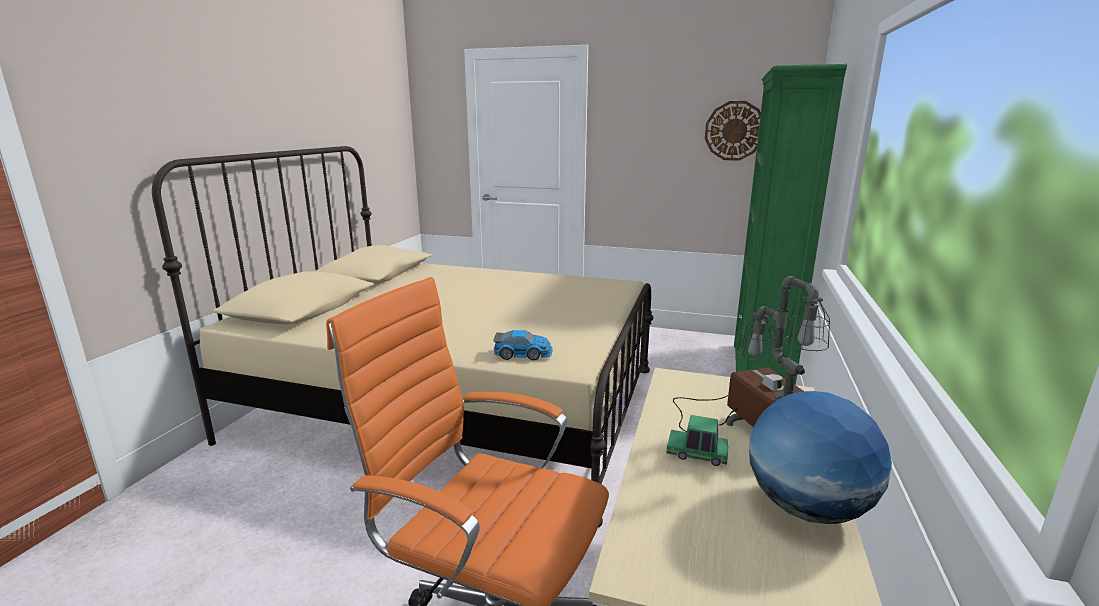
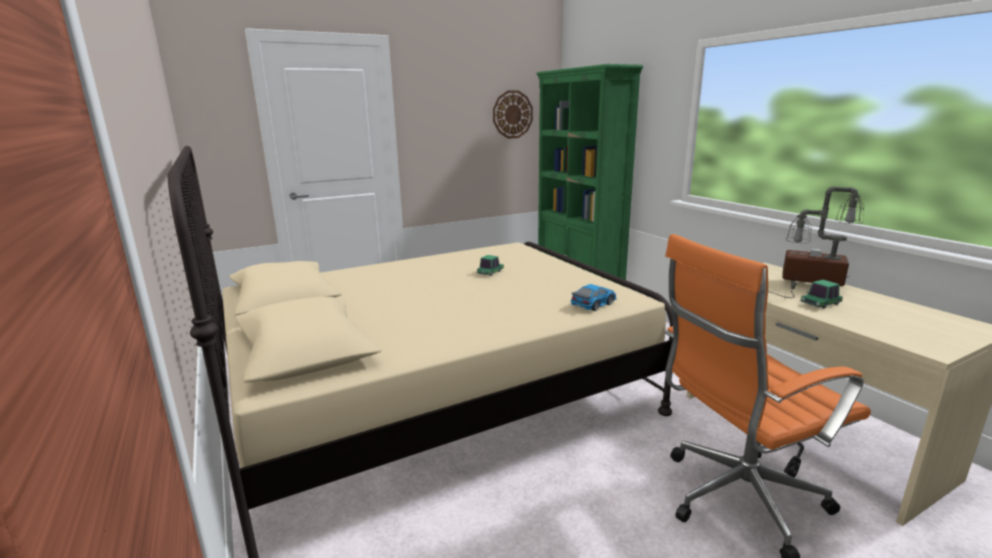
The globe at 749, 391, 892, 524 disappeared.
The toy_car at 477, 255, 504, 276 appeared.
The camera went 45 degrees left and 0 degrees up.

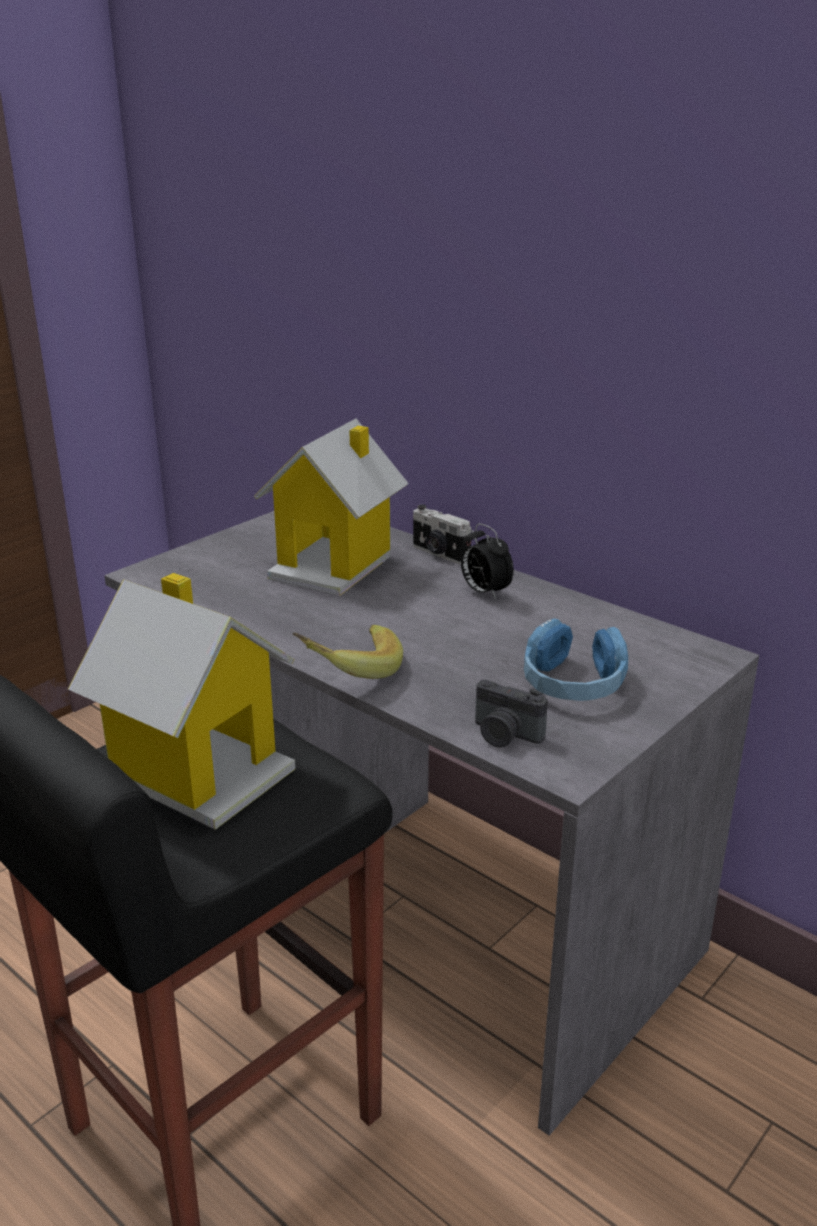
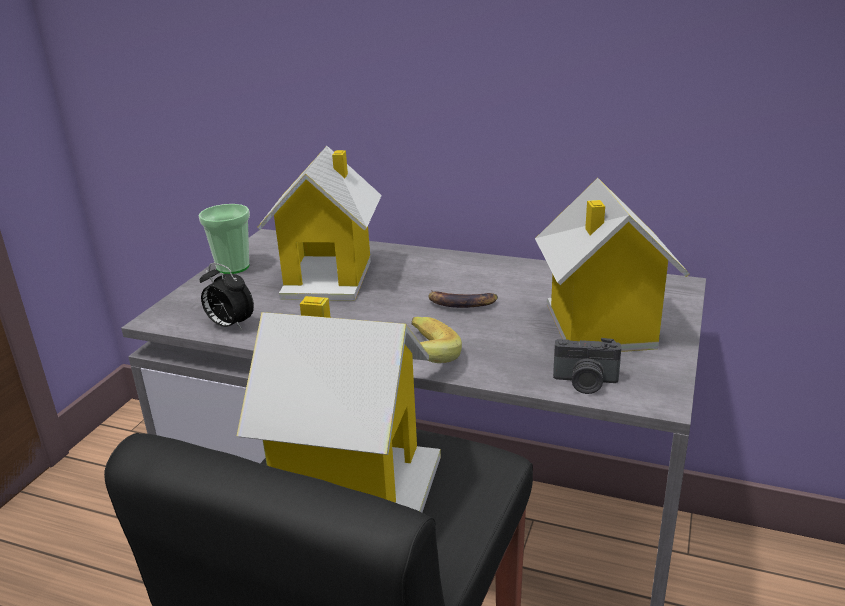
The photo_camera at 413, 504, 472, 565 disappeared.
The cup at 198, 204, 250, 274 appeared.
The banana at 428, 291, 498, 308 appeared.
The alarm_clock moved from 461, 523, 514, 600 to 200, 263, 254, 330.
The blue_headphones at 524, 618, 628, 701 was replaced by the toy_house at 535, 178, 689, 352.
The camera went 20 degrees left and 0 degrees up.

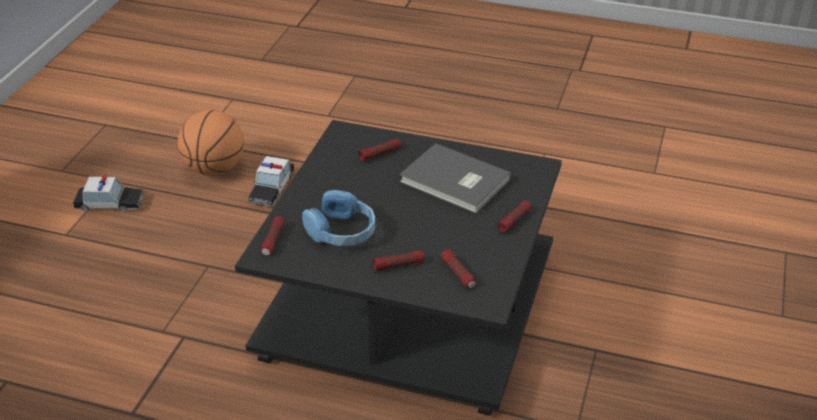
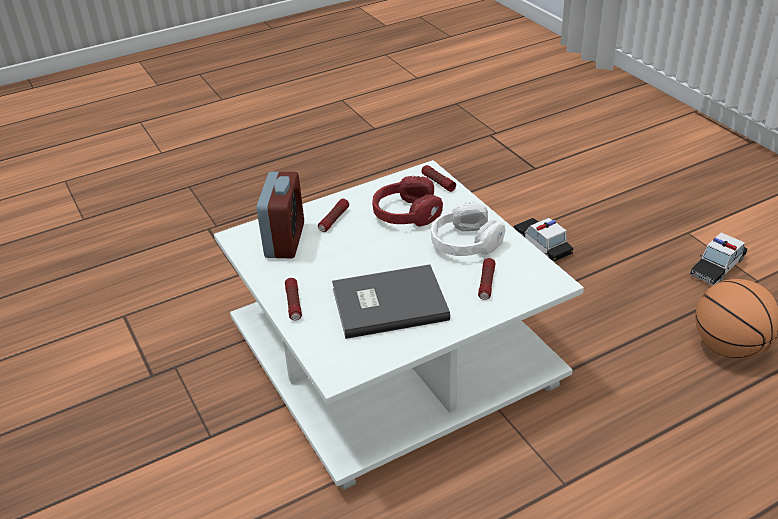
The white_headphones at 431, 202, 506, 256 appeared.
The toy_car moved from 248, 156, 294, 206 to 514, 218, 573, 262.
The flashlight at 441, 249, 476, 288 was replaced by the alarm_clock at 256, 172, 304, 258.
The black_coffee_table at 235, 120, 562, 415 became the white_coffee_table at 214, 160, 584, 490.
The blue_headphones at 302, 190, 375, 246 became the red_headphones at 372, 176, 443, 227.
The camera went 135 degrees right and 0 degrees up.

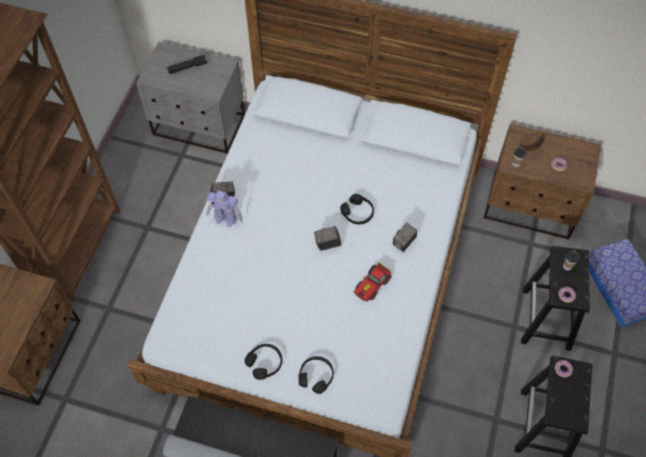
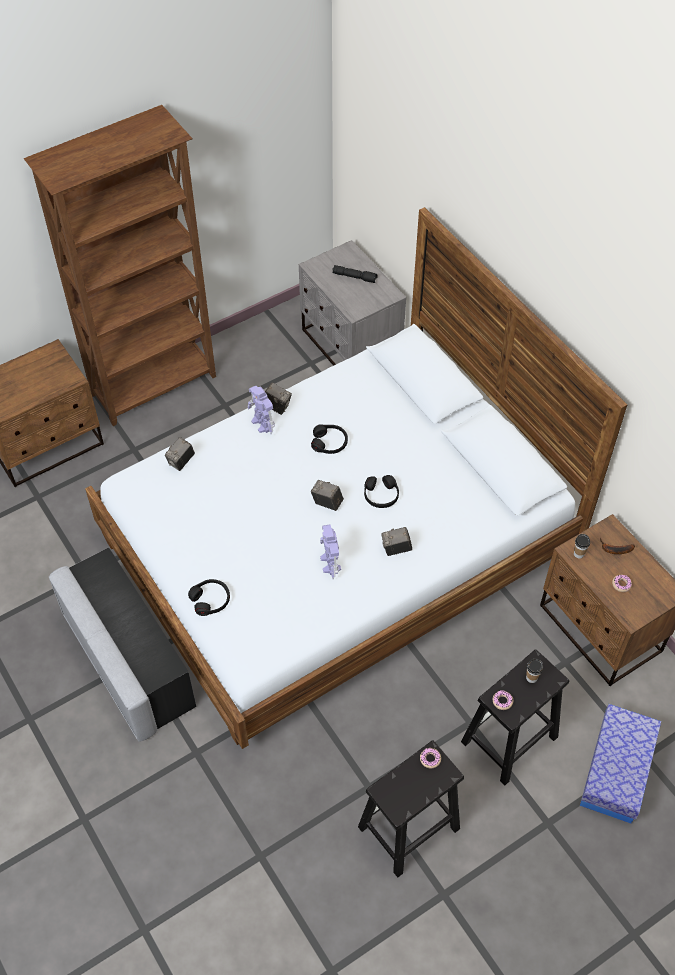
The photo_camera at 165, 437, 195, 471 appeared.
The black_headphones moved from 244, 344, 283, 380 to 311, 424, 348, 454.
The toy_car at 354, 263, 392, 302 was replaced by the toy_robot at 320, 524, 341, 579.
The camera went 40 degrees right and 5 degrees down.

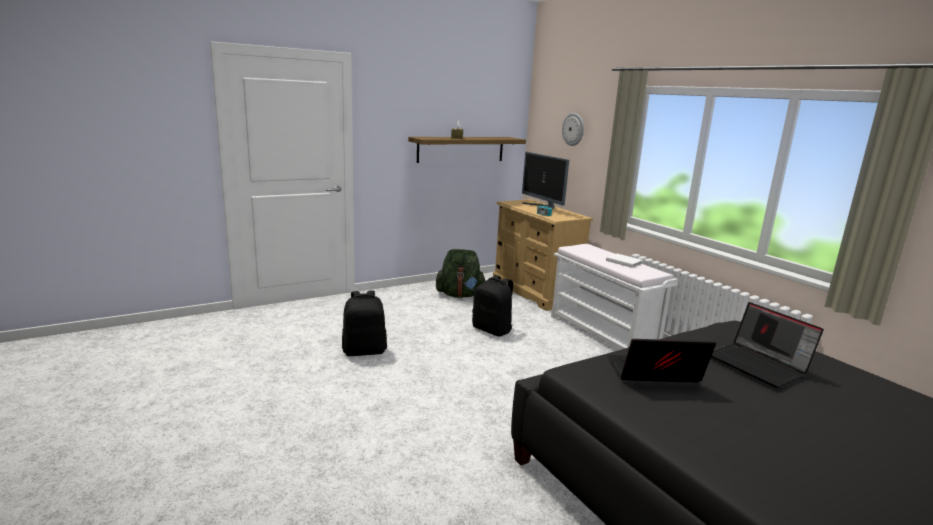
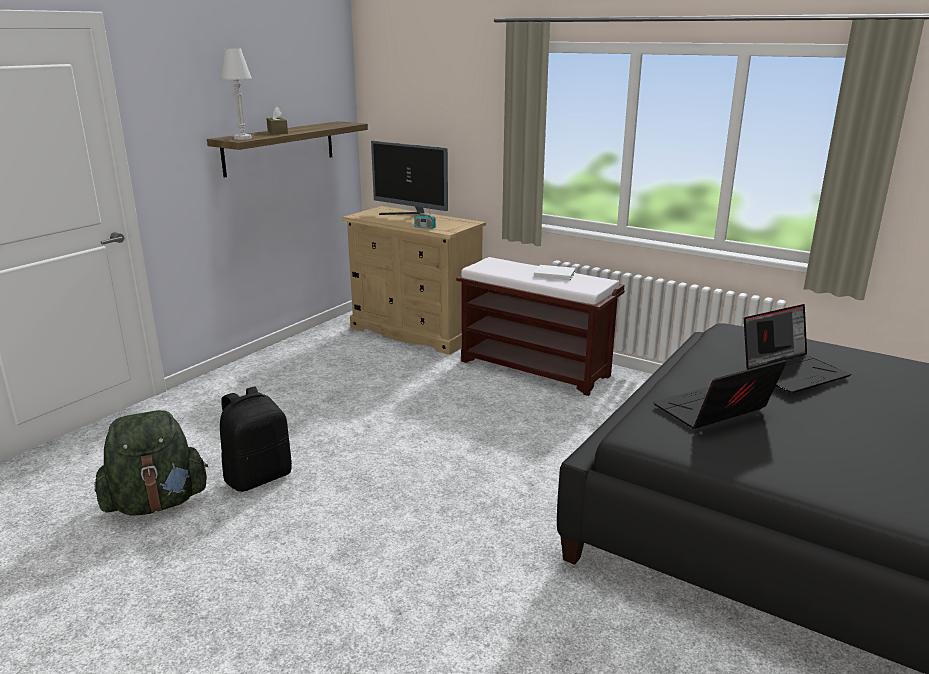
The black_backpack at 472, 275, 513, 337 disappeared.
The wall_clock at 562, 113, 584, 146 disappeared.
The white_table_lamp at 220, 48, 252, 140 appeared.
The green_backpack moved from 436, 249, 486, 298 to 94, 410, 208, 516.
The white_bench at 551, 244, 678, 350 became the brown_bench at 456, 257, 624, 396.
The laptop at 711, 302, 824, 388 turned 60 degrees counterclockwise.
The camera went 25 degrees left and 5 degrees up.

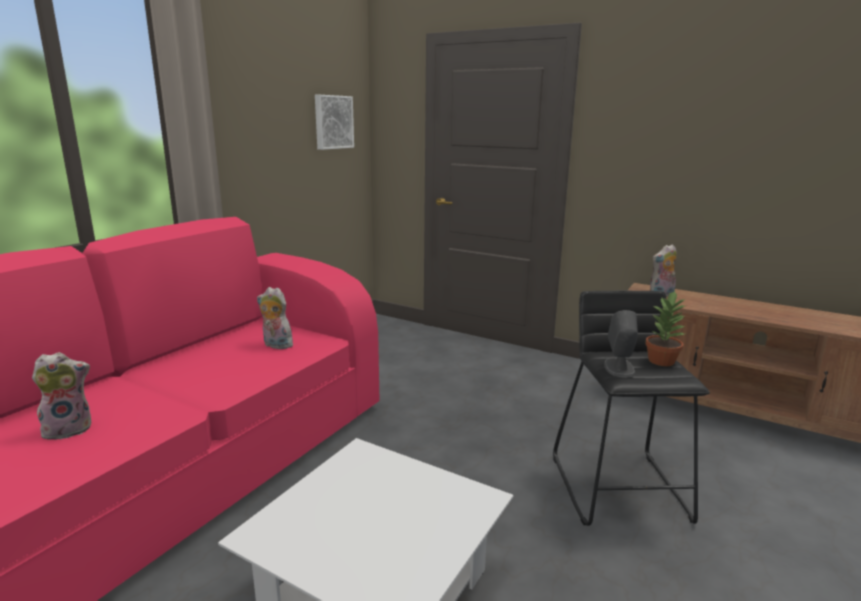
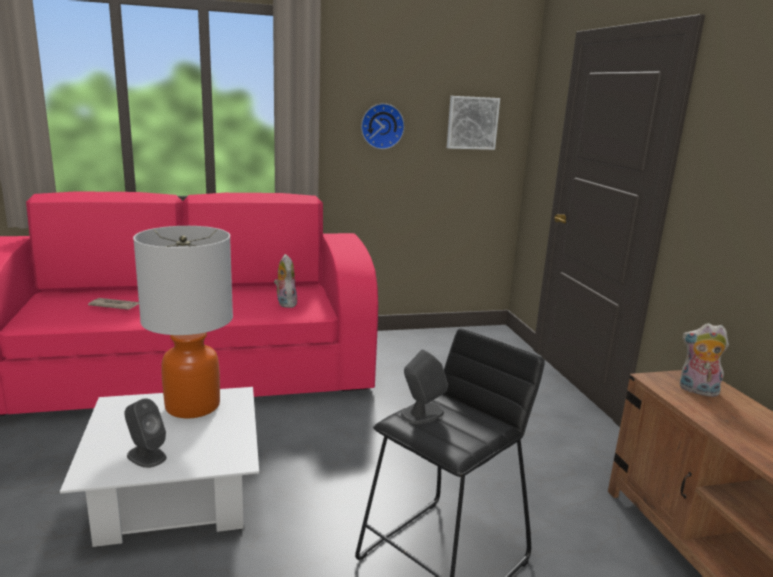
The potted_plant at 645, 291, 687, 366 disappeared.
The grey_speaker at 124, 398, 167, 468 appeared.
The table_lamp at 133, 226, 233, 418 appeared.
The wall_clock at 361, 103, 405, 149 appeared.
The plush_toy at 32, 352, 91, 440 was replaced by the newspaper at 88, 298, 139, 310.
The camera went 45 degrees right and 0 degrees up.

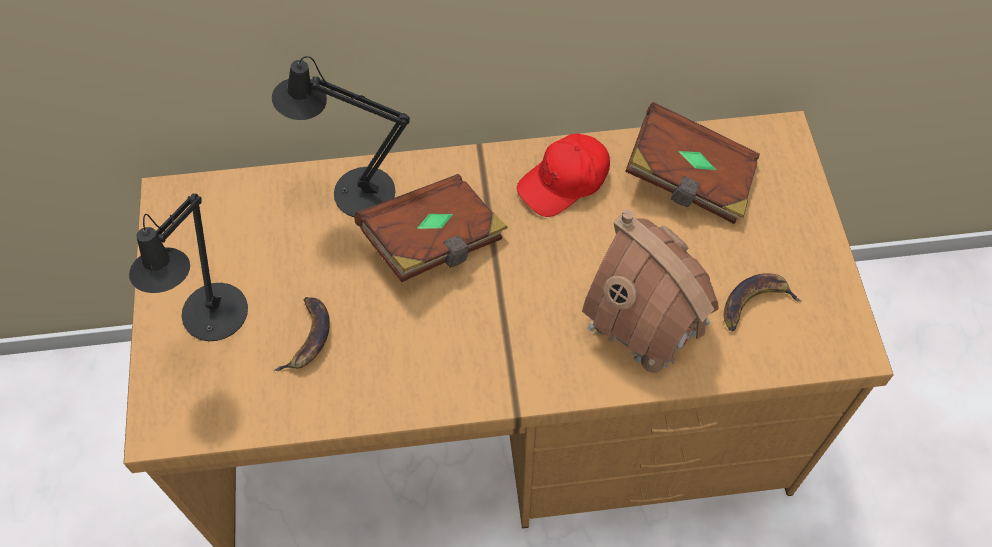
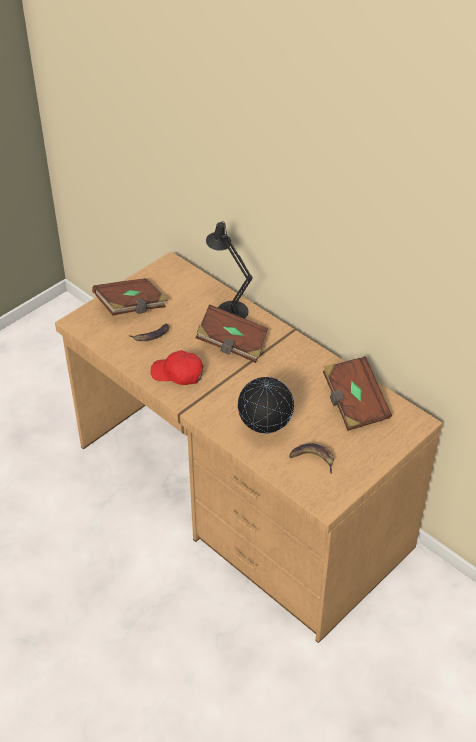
The red_cap moved from 517, 134, 610, 217 to 151, 350, 203, 385.
The black_table_lamp at 129, 194, 248, 341 was replaced by the brown_book at 92, 278, 168, 316.
The toy_house at 582, 209, 718, 378 was replaced by the globe at 237, 377, 294, 434.
The camera went 50 degrees right and 15 degrees down.

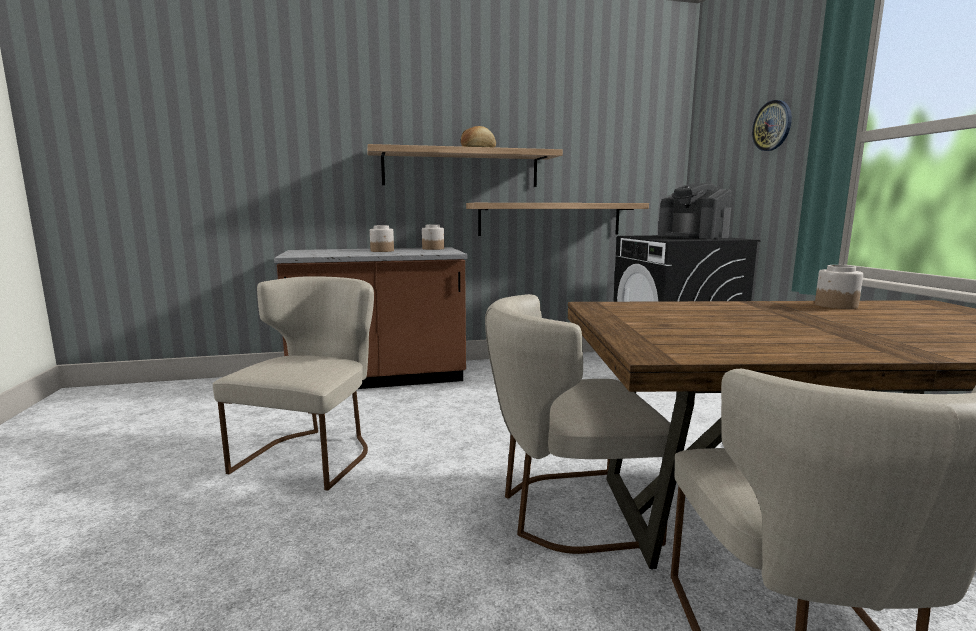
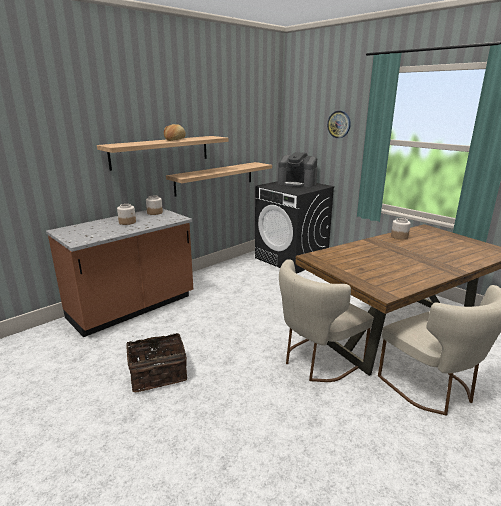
The beige_chair at 213, 276, 374, 491 was replaced by the basket at 127, 333, 187, 392.
The camera went 30 degrees left and 10 degrees up.

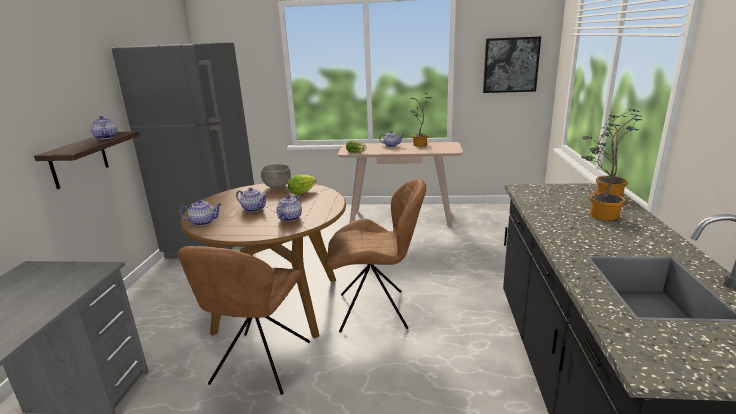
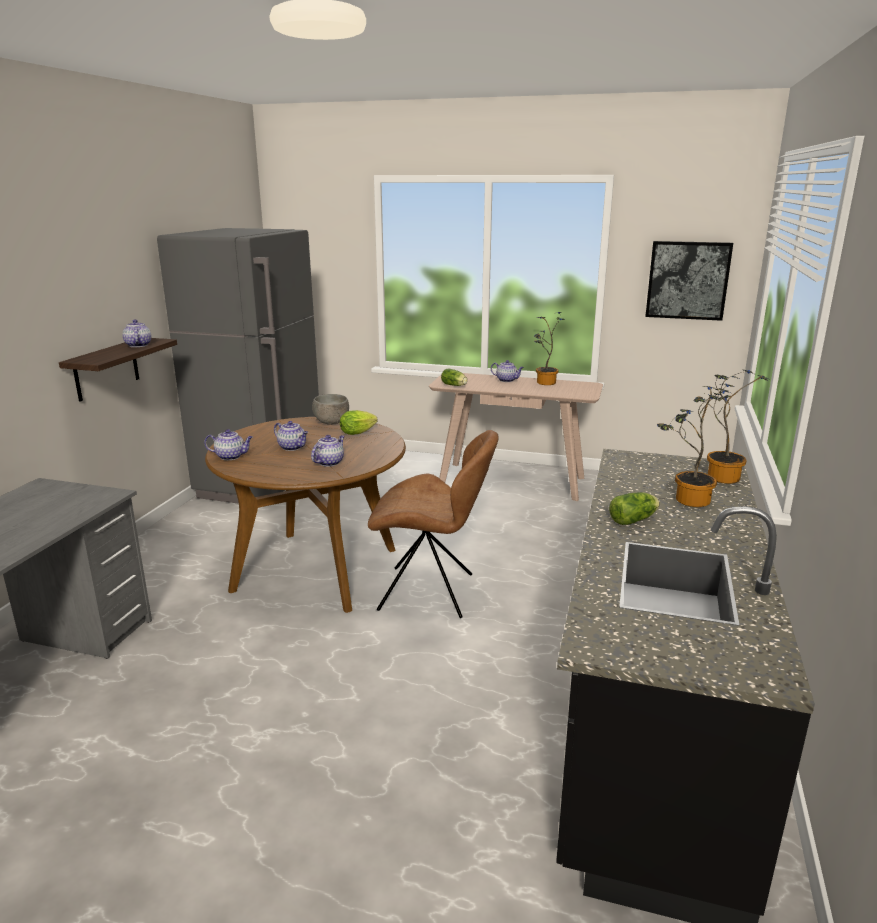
The brown_chair at 177, 246, 310, 395 disappeared.
The lettuce at 609, 492, 660, 525 appeared.
The camera went 10 degrees right and 0 degrees up.

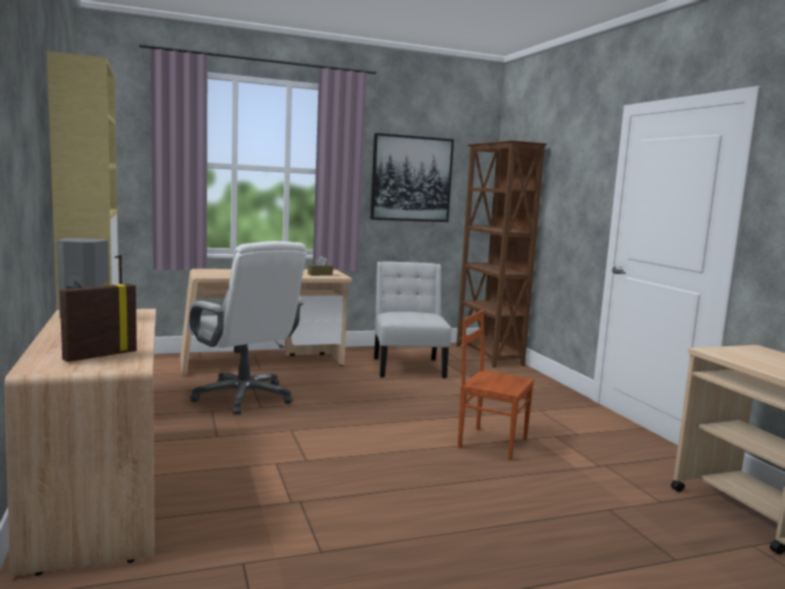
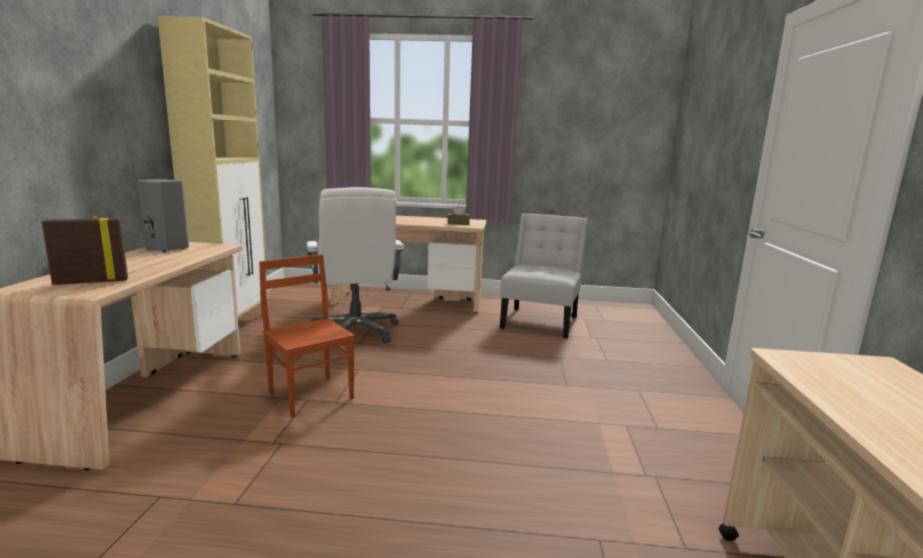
The picture at 370, 133, 454, 222 disappeared.
The brown_bookcase at 456, 140, 547, 368 disappeared.
The brown_chair moved from 458, 310, 534, 460 to 259, 254, 355, 418.
The camera went 25 degrees right and 5 degrees up.

